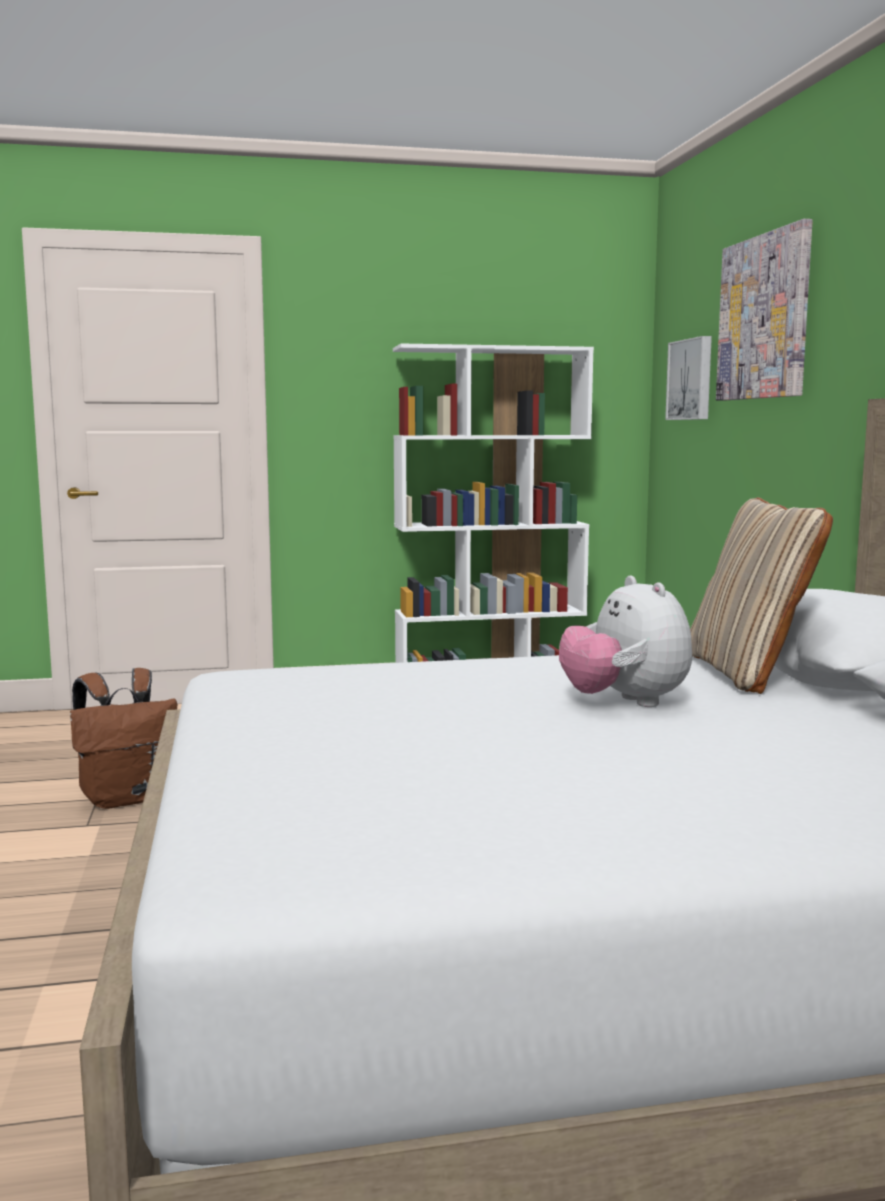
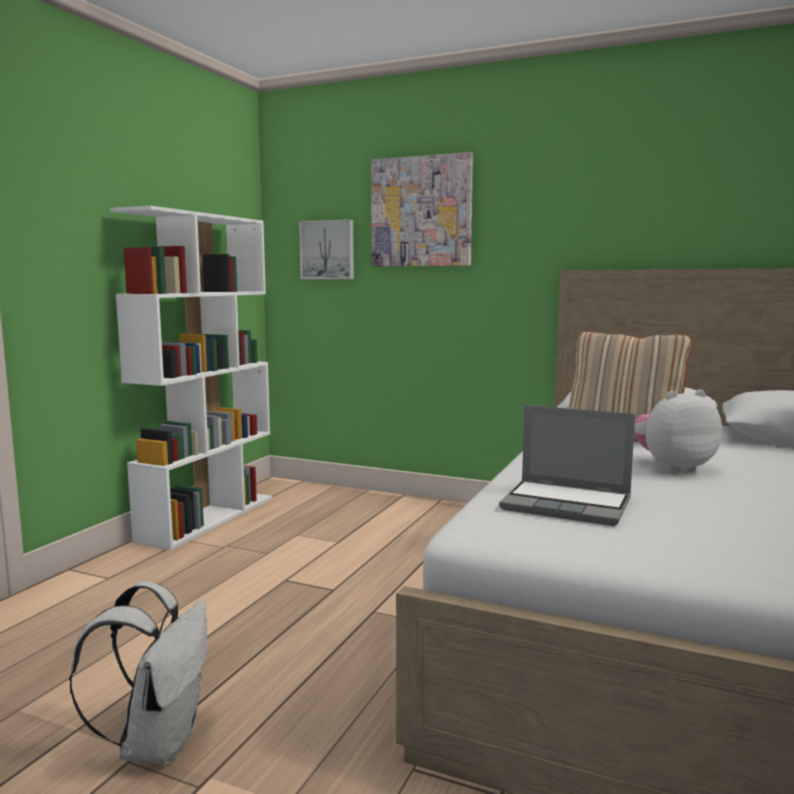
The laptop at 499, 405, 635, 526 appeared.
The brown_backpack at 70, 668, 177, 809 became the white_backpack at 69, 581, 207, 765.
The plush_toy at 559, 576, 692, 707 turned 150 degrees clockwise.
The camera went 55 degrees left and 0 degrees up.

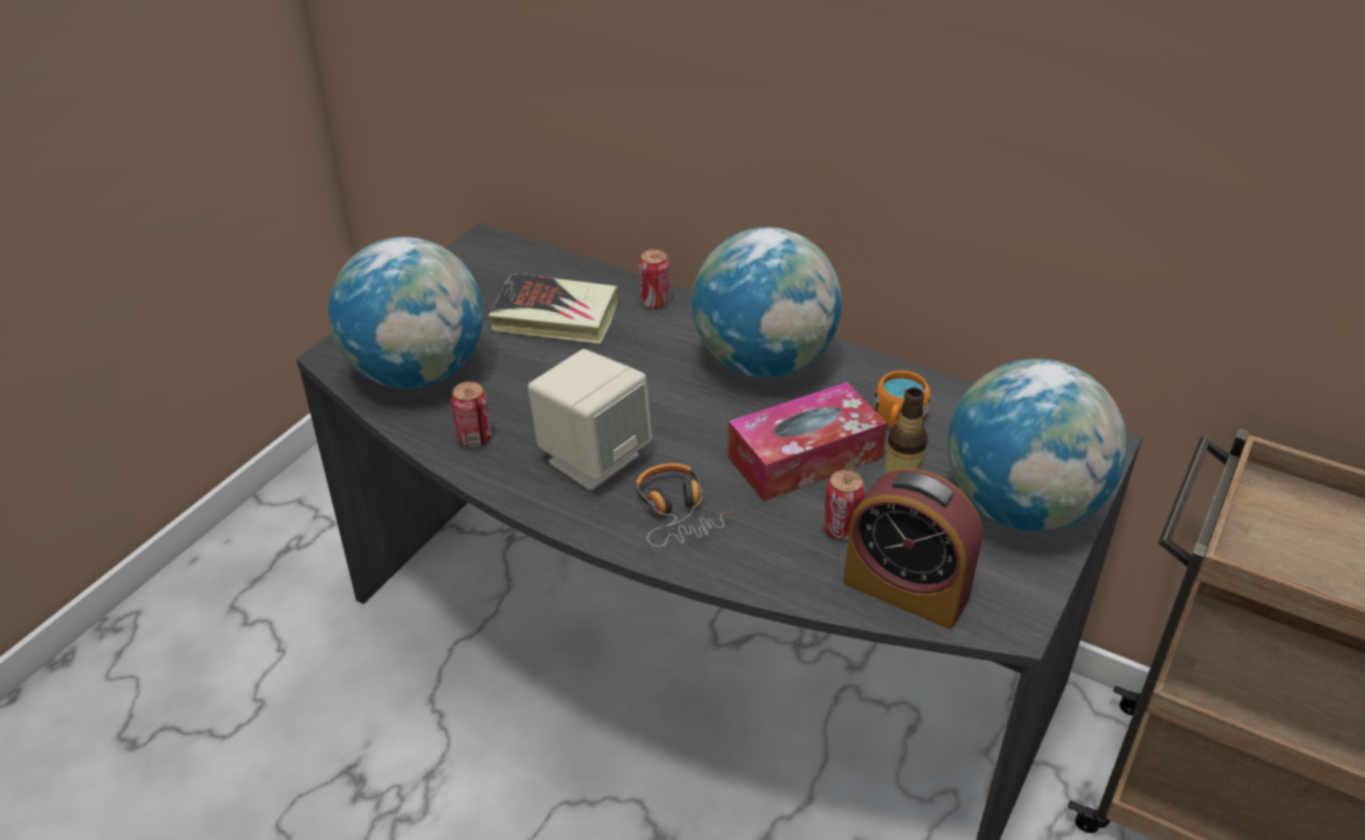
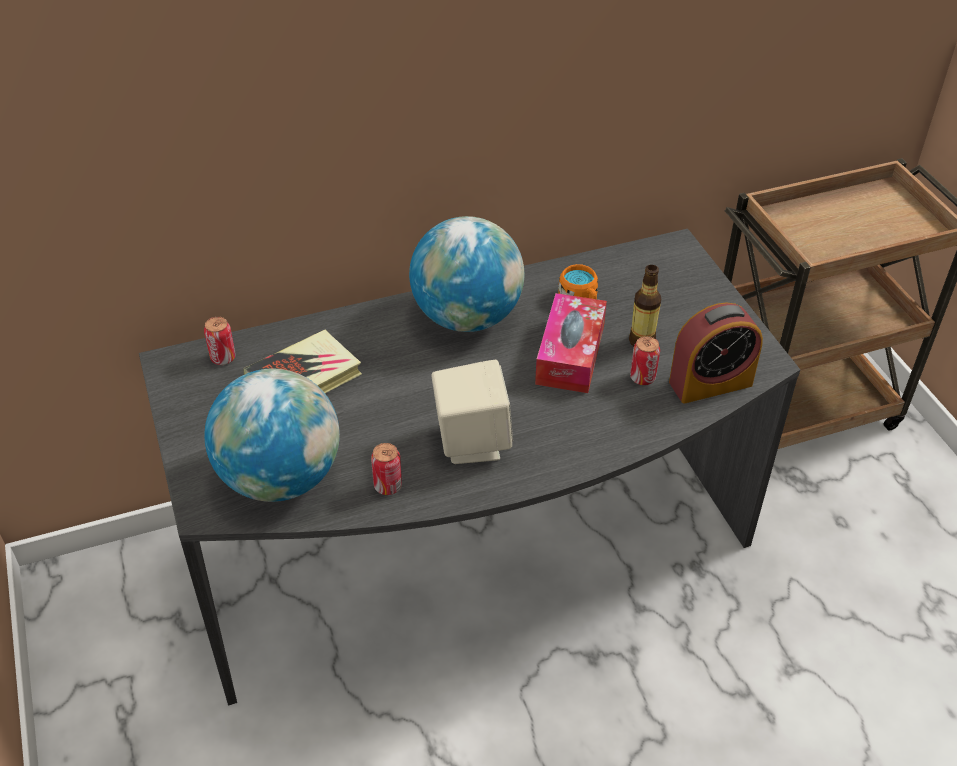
The headphones at 636, 463, 734, 547 disappeared.
The globe at 948, 359, 1127, 531 disappeared.
The can moved from 639, 249, 670, 309 to 204, 317, 236, 365.
The camera went 50 degrees left and 5 degrees up.

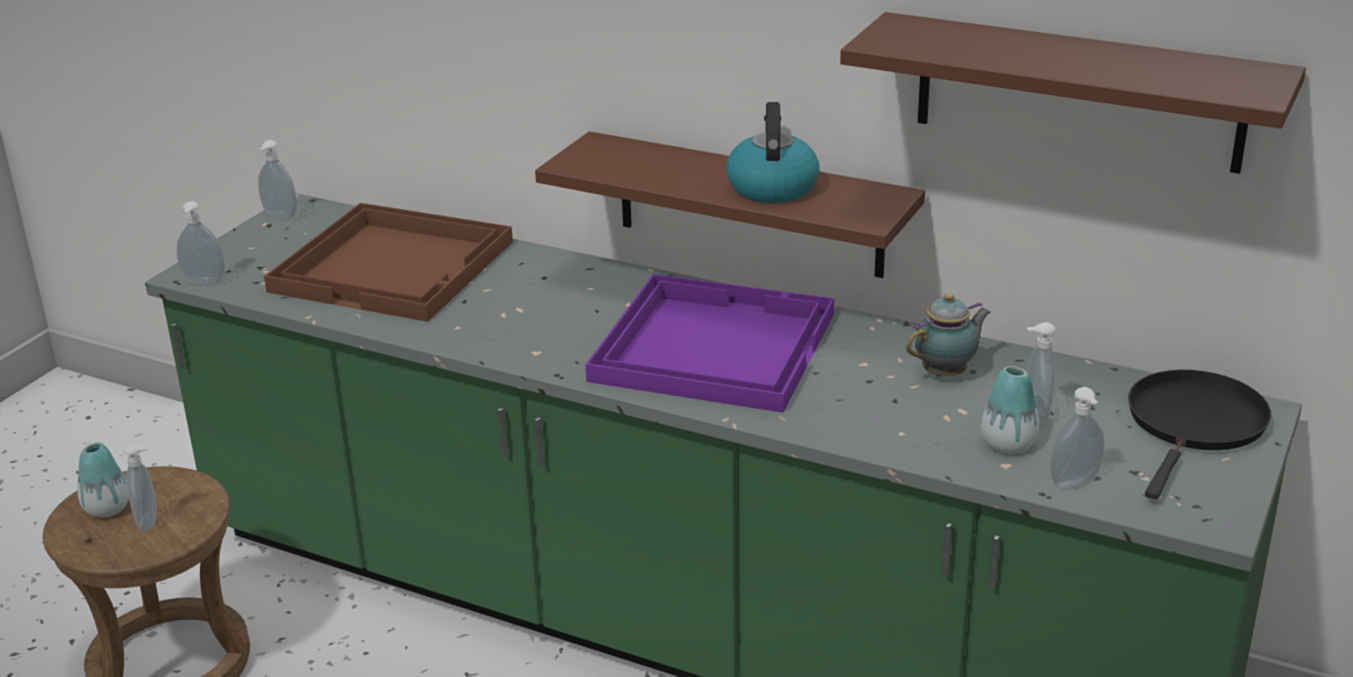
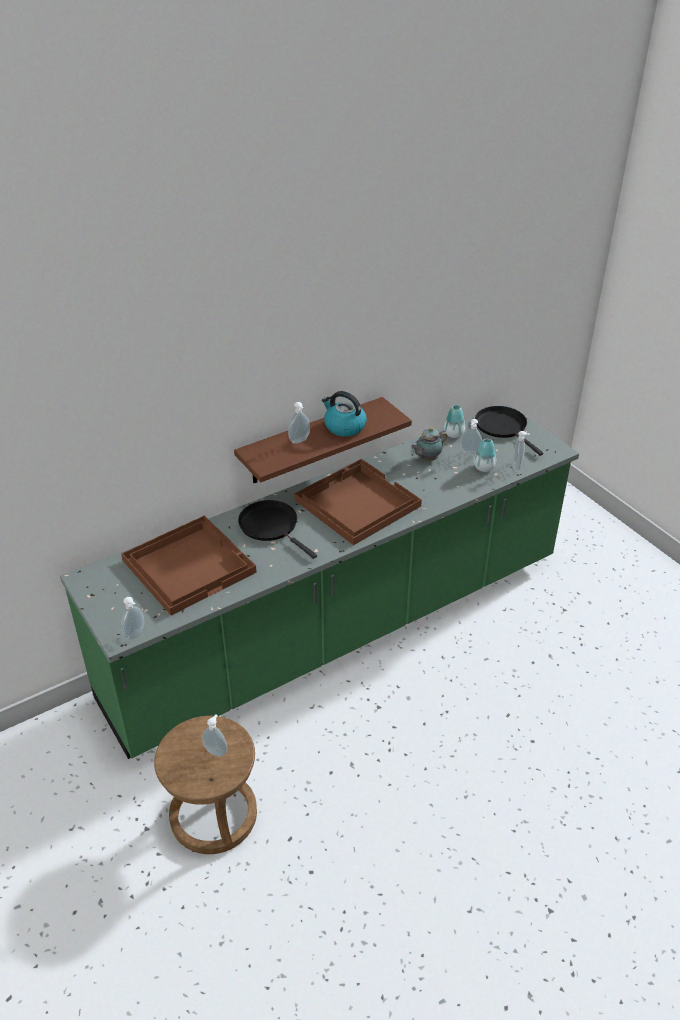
The brown_shelf at 840, 12, 1306, 174 disappeared.
The black_frying_pan at 238, 500, 317, 559 appeared.
The vase moved from 77, 442, 129, 518 to 444, 405, 465, 438.
The soap_dispenser moved from 258, 140, 297, 220 to 288, 402, 310, 444.
The purple_tray at 586, 274, 834, 413 became the brown_tray at 294, 459, 422, 545.
The teapot at 906, 293, 991, 377 turned 120 degrees counterclockwise.
The camera went 60 degrees left and 10 degrees up.

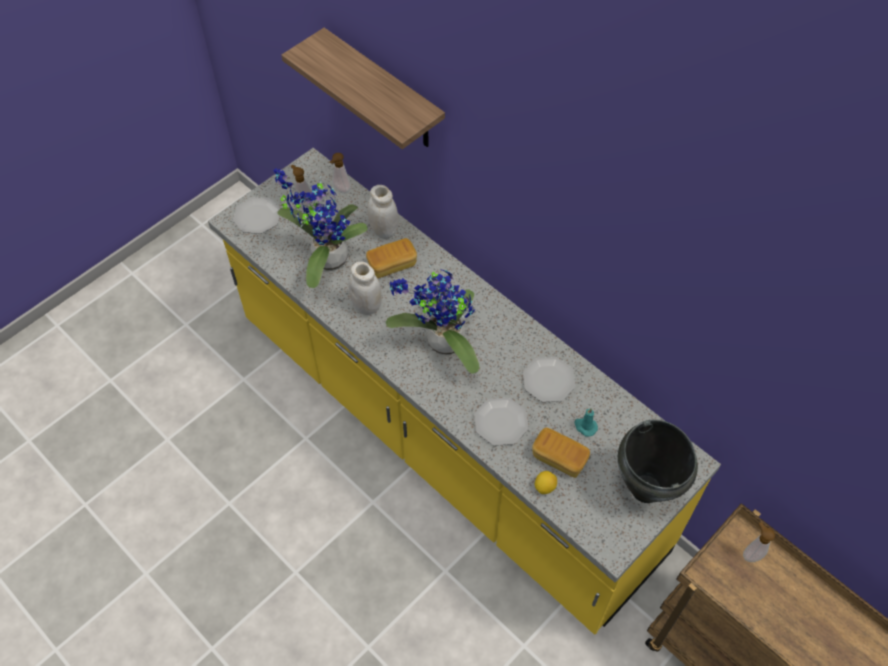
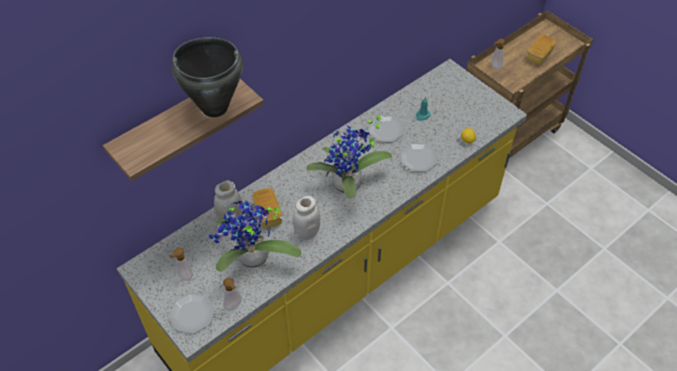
The soap_dispenser moved from 330, 153, 351, 193 to 223, 278, 242, 311.
The bread moved from 532, 427, 590, 478 to 528, 34, 556, 64.
The black_cooking_pot moved from 618, 420, 698, 503 to 171, 37, 243, 117.
The camera went 85 degrees left and 5 degrees down.

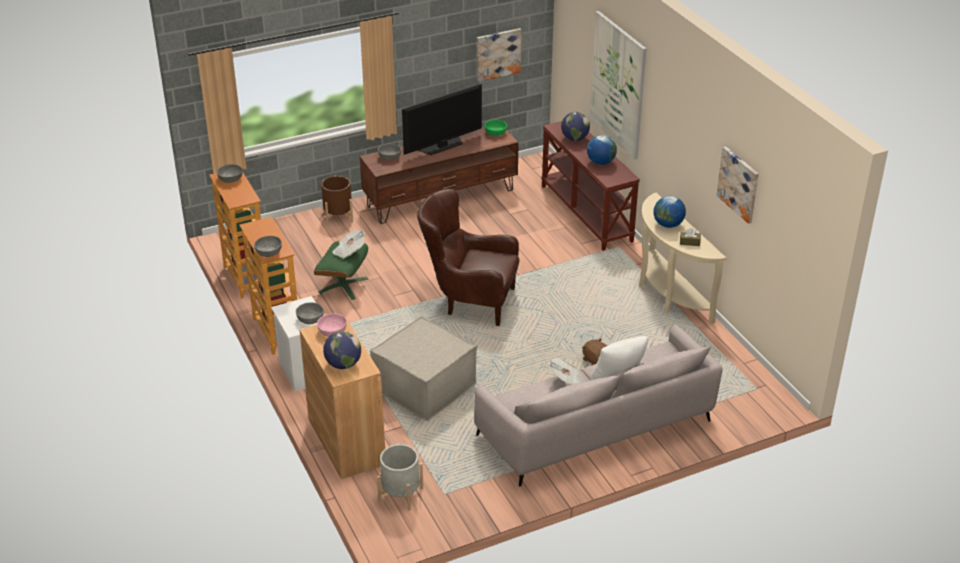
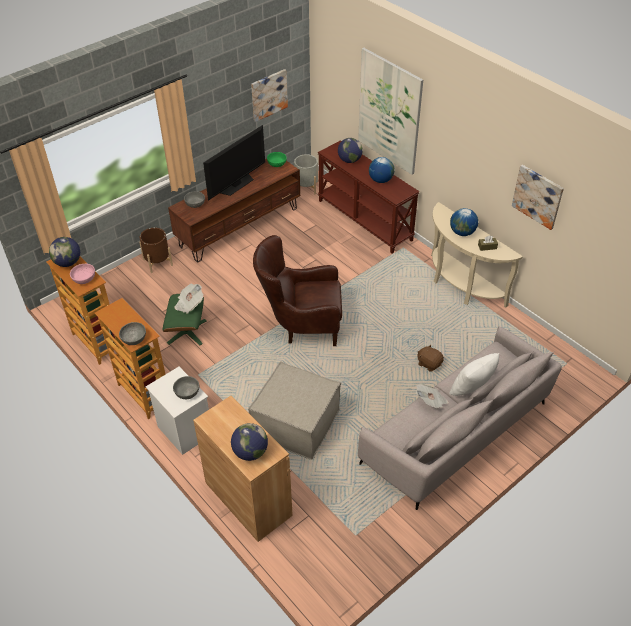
The pink_bowl moved from 317, 313, 347, 337 to 70, 264, 95, 284.
The grey_planter moved from 377, 444, 423, 511 to 294, 154, 318, 195.
The grey_bowl at 217, 164, 243, 183 was replaced by the globe at 49, 237, 80, 267.
The camera went 15 degrees left and 10 degrees up.

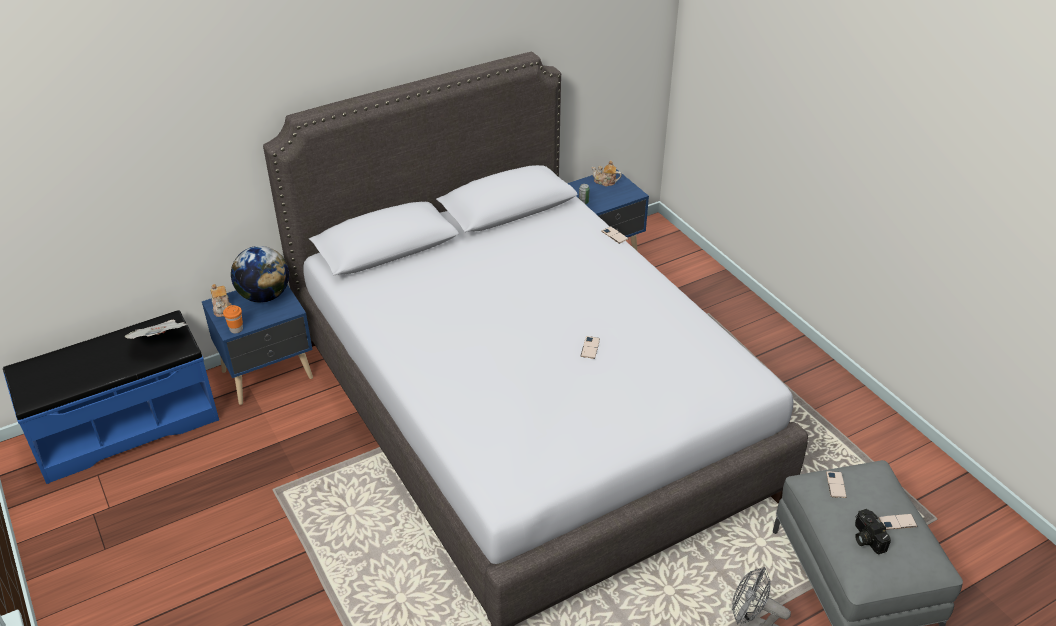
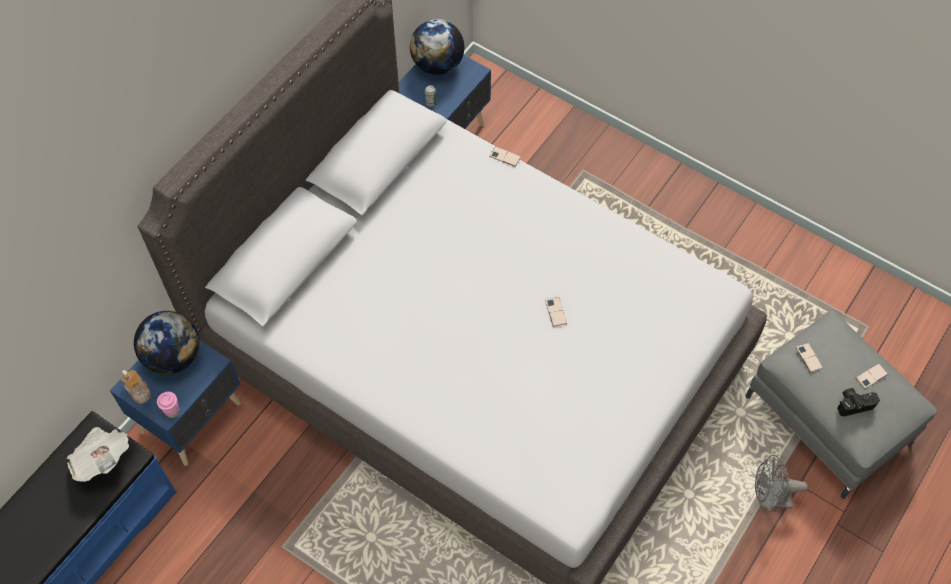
The teapot at 592, 160, 622, 187 was replaced by the globe at 410, 19, 465, 75.
The orange_cup at 223, 305, 243, 333 became the pink_cup at 157, 392, 180, 418.
The photo_camera at 855, 509, 891, 555 turned 120 degrees clockwise.
The camera went 25 degrees left and 20 degrees up.

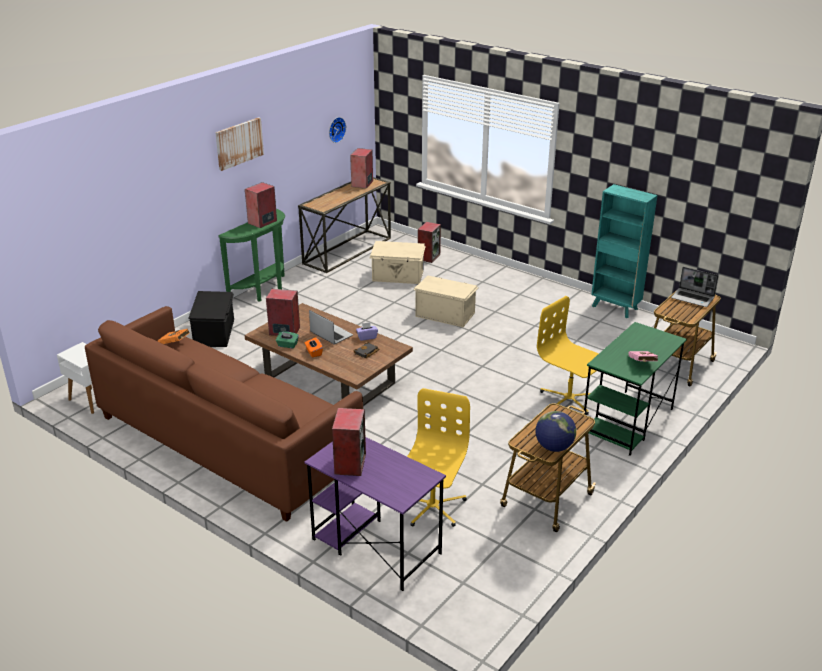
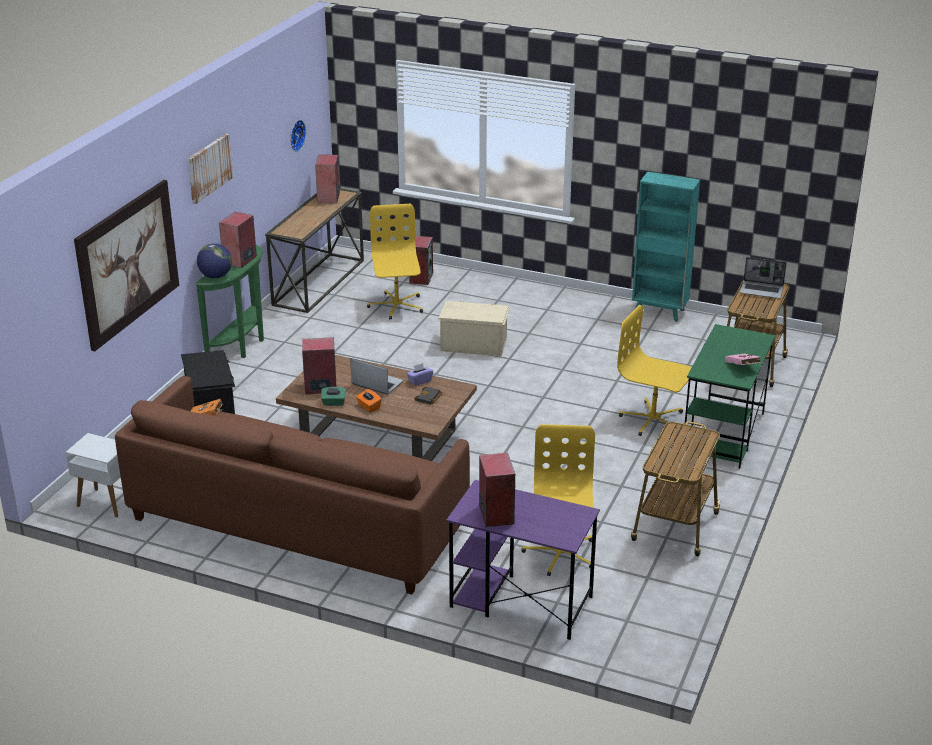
The picture at 74, 180, 179, 352 appeared.
The globe moved from 536, 411, 576, 452 to 197, 243, 232, 278.
The beige_storage_box at 370, 241, 426, 284 was replaced by the yellow_office_chair at 367, 204, 423, 319.
The camera went 15 degrees left and 0 degrees up.

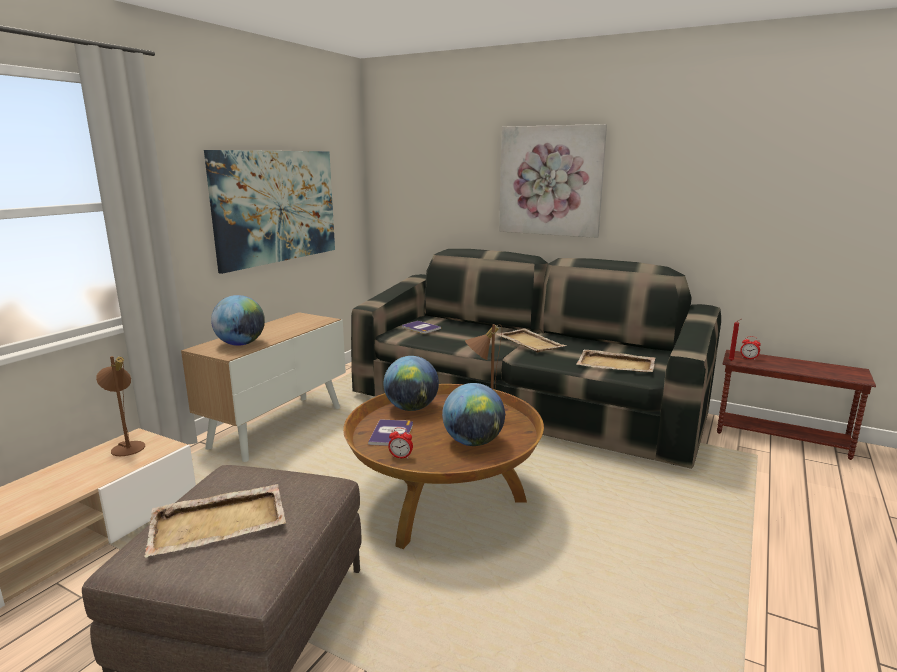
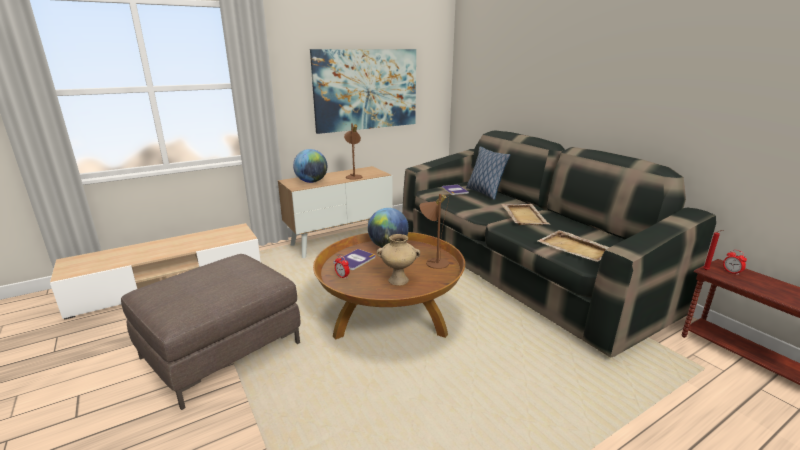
The beige_tray at 144, 484, 286, 558 disappeared.
The picture at 499, 124, 607, 238 disappeared.
The pillow at 466, 146, 510, 200 appeared.
The brown_table_lamp moved from 96, 356, 145, 456 to 344, 123, 363, 180.
The globe at 442, 383, 505, 446 was replaced by the beige_vase at 376, 234, 420, 286.
The camera went 30 degrees right and 5 degrees up.

